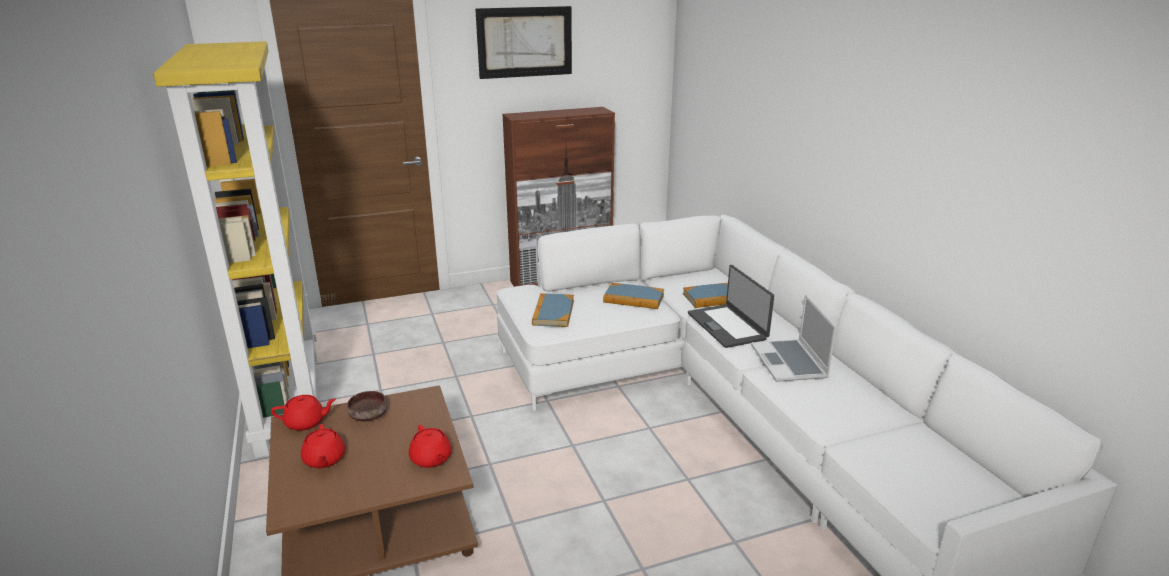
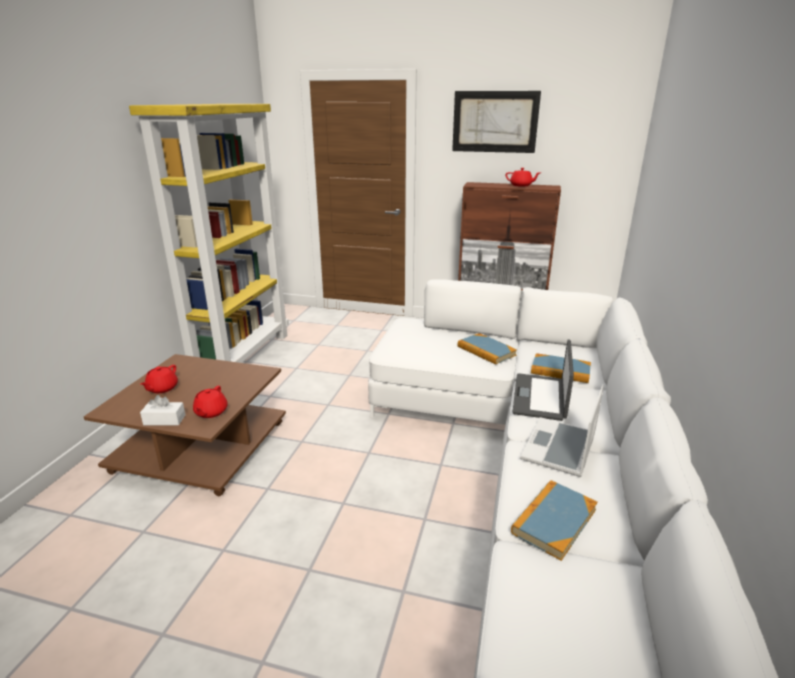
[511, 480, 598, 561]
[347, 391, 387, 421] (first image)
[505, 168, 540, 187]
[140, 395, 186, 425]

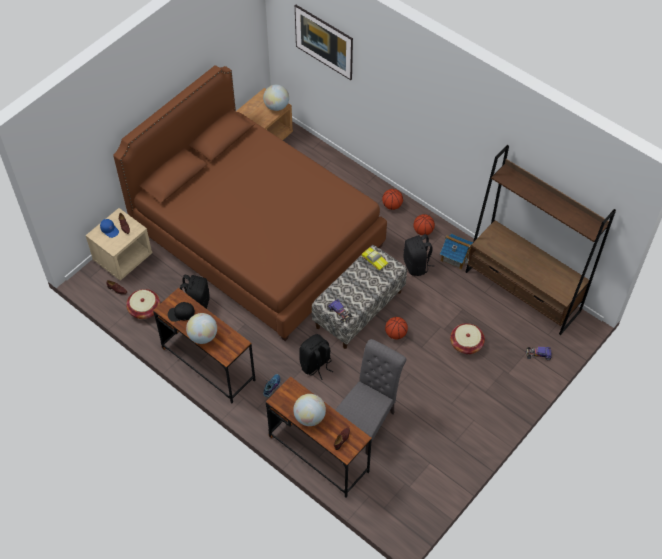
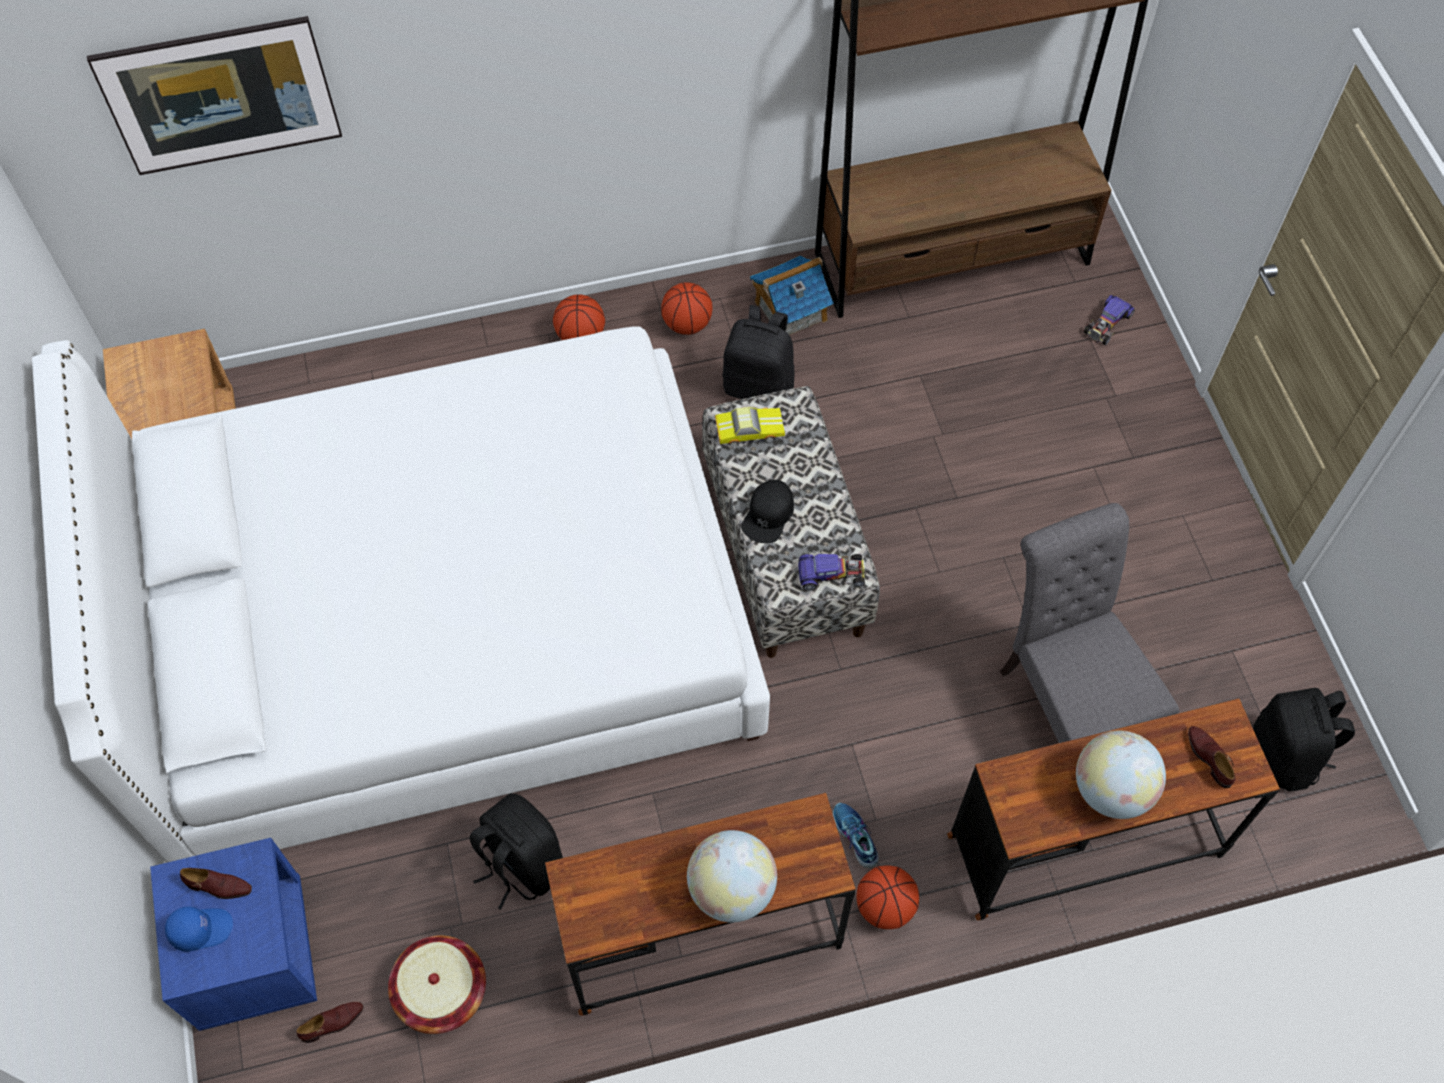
[32, 327, 770, 863]
[263, 85, 289, 111] (first image)
[150, 838, 317, 1031]
[742, 480, 794, 543]
[857, 866, 919, 929]
[450, 323, 485, 354] (first image)
[1253, 688, 1355, 791]

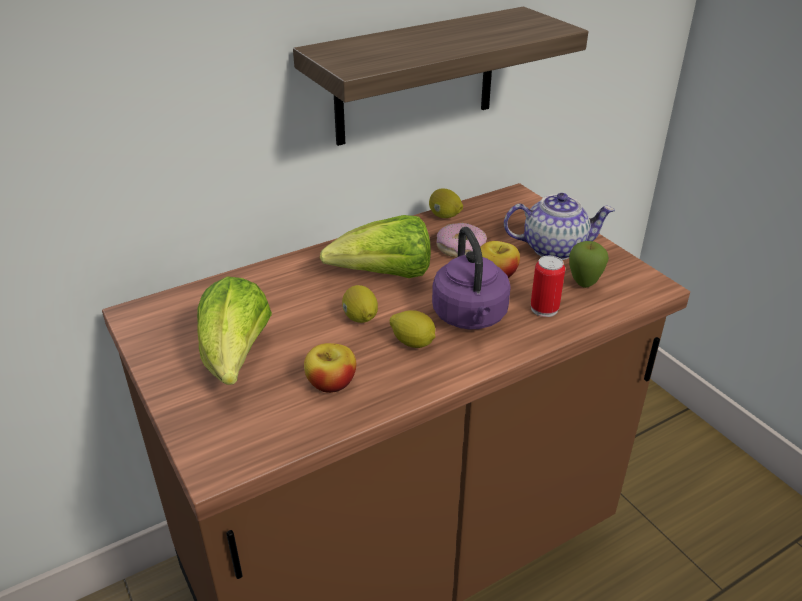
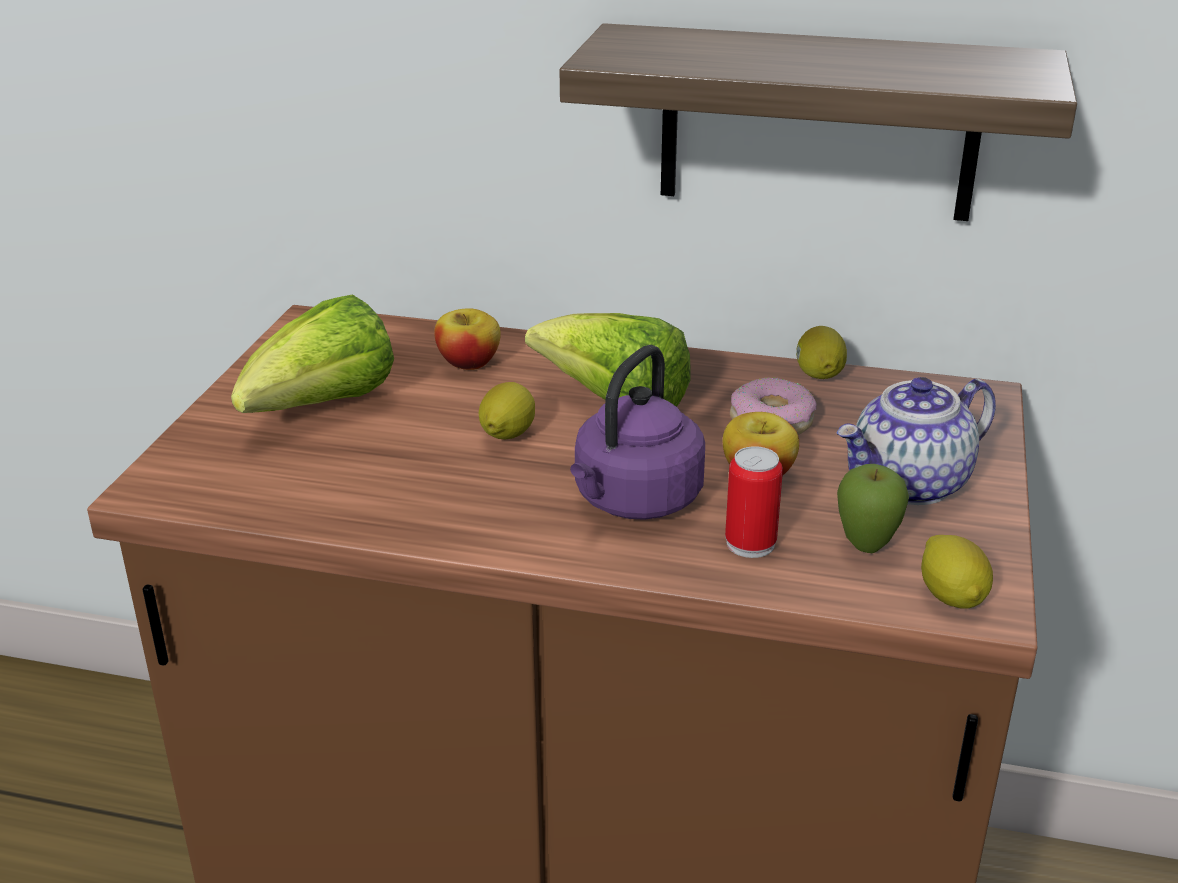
[837, 377, 996, 505]
[921, 535, 993, 609]
[434, 308, 501, 370]

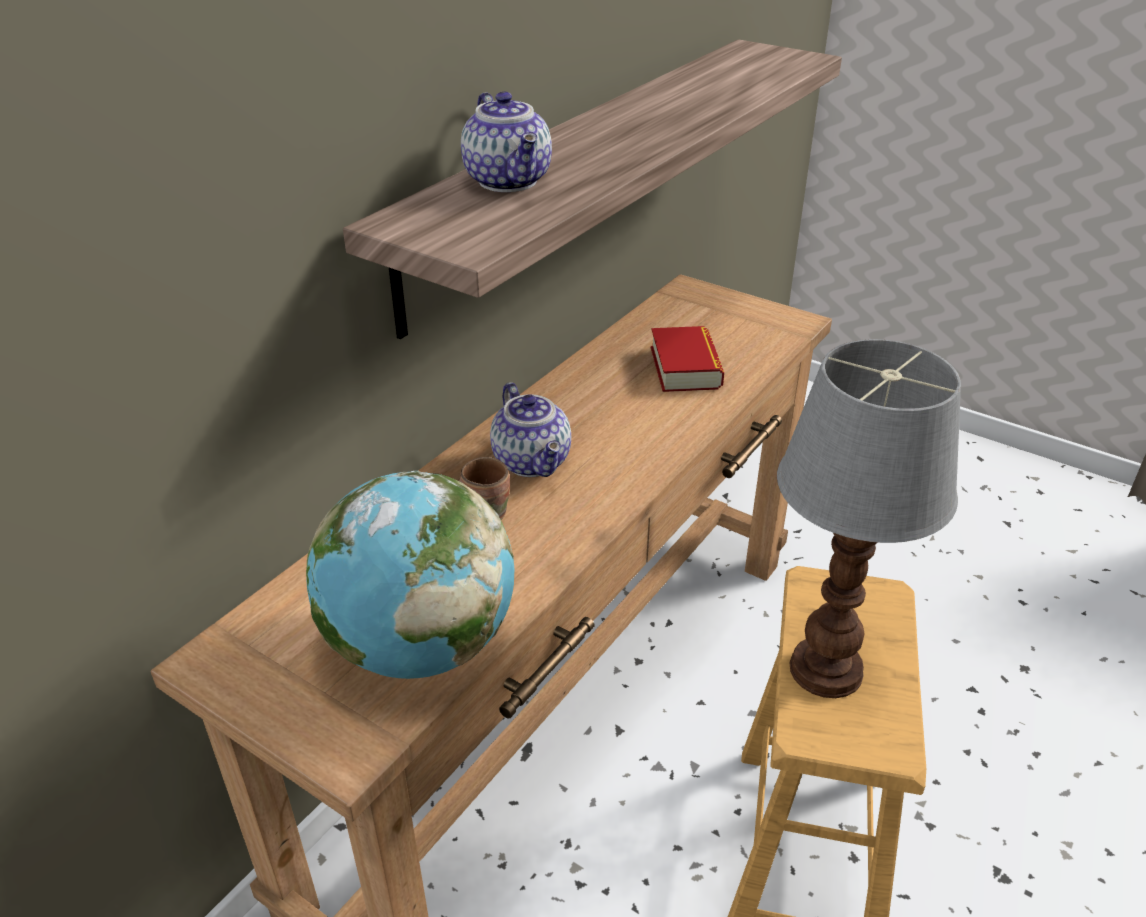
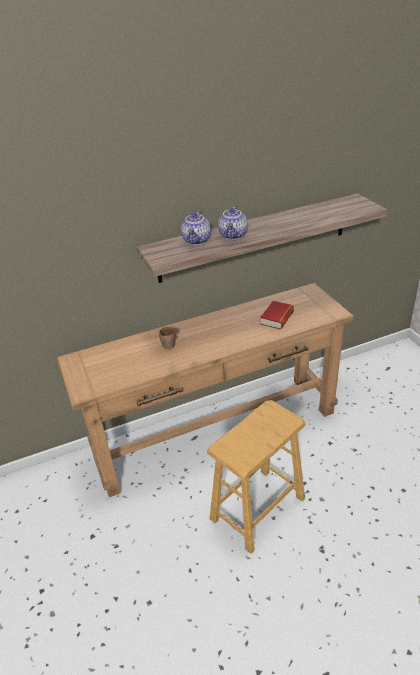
[777, 339, 961, 698] (first image)
[218, 205, 248, 240]
[306, 471, 515, 679] (first image)

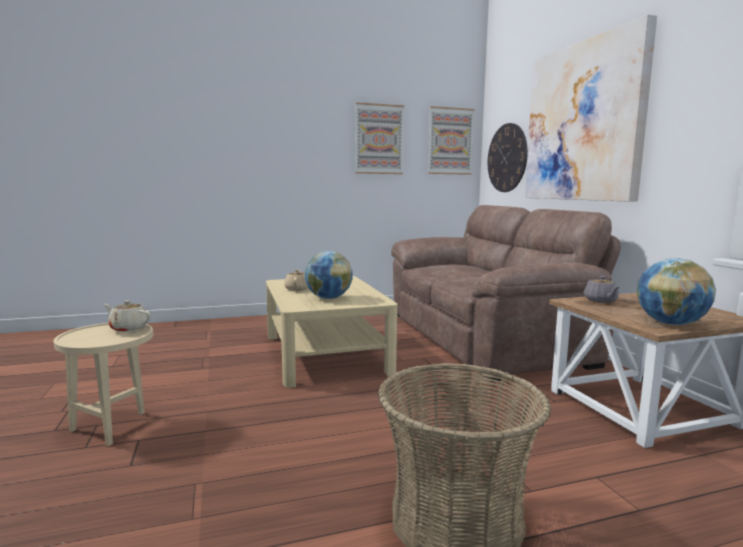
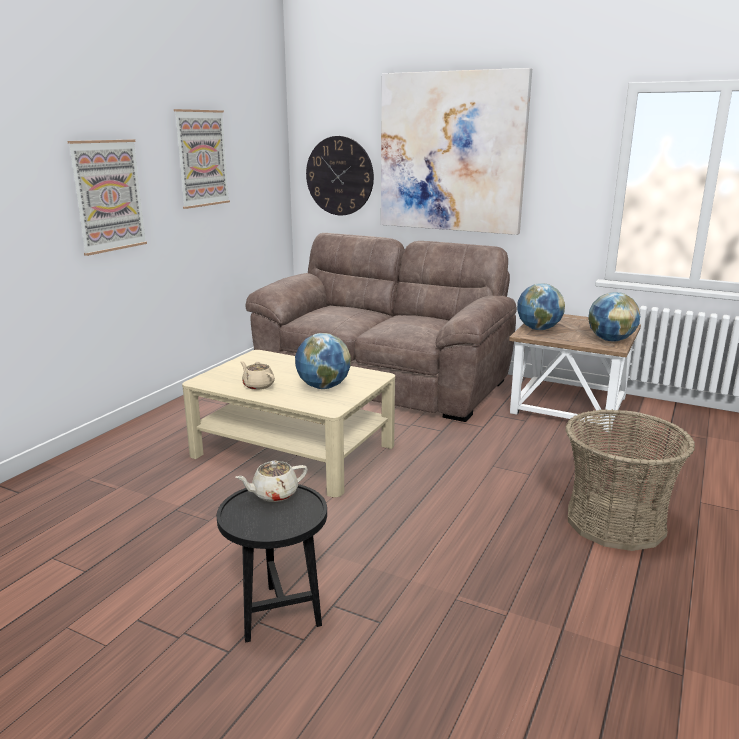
[67, 140, 147, 256]
[517, 283, 565, 330]
[217, 484, 327, 643]

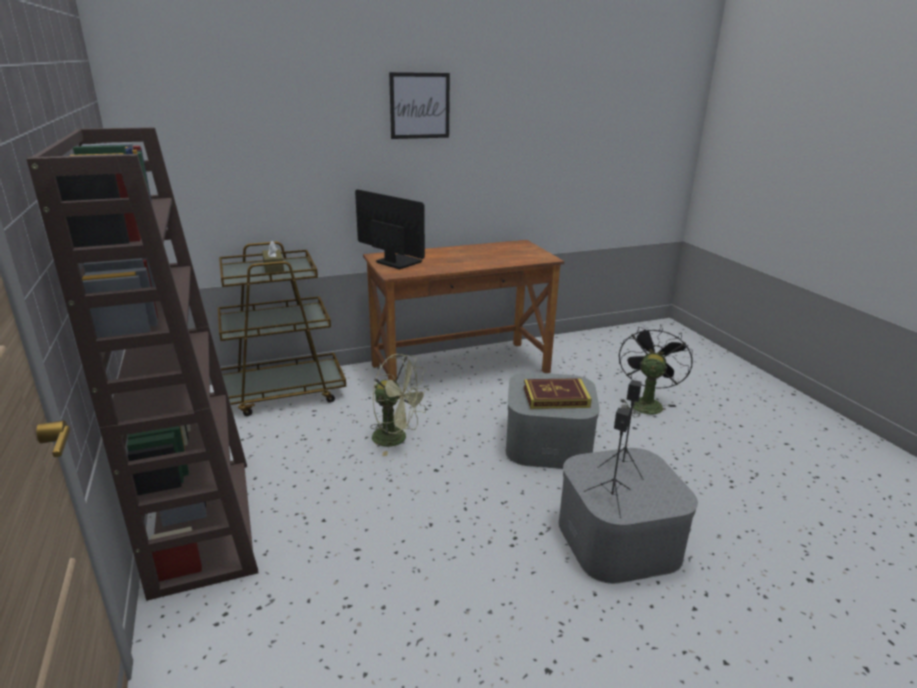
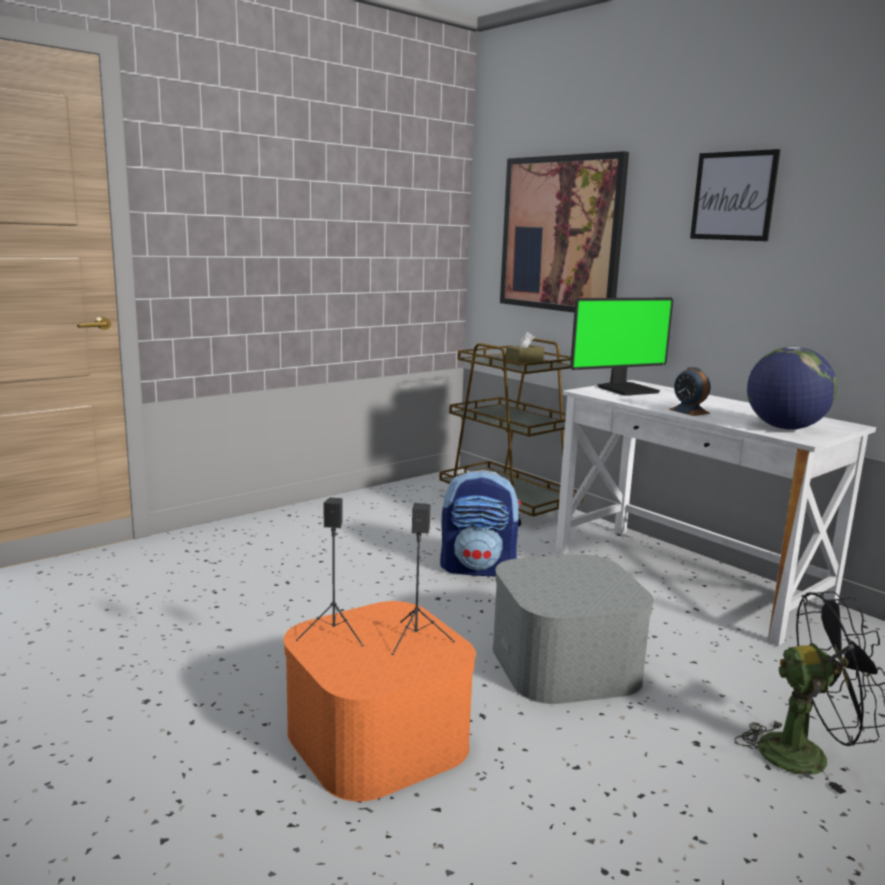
[26, 127, 258, 601] (first image)
[570, 298, 673, 396]
[556, 380, 876, 646]
[440, 470, 521, 577]
[524, 378, 592, 409] (first image)
[283, 601, 476, 802]
[500, 151, 629, 313]
[747, 347, 837, 430]
[669, 367, 711, 416]

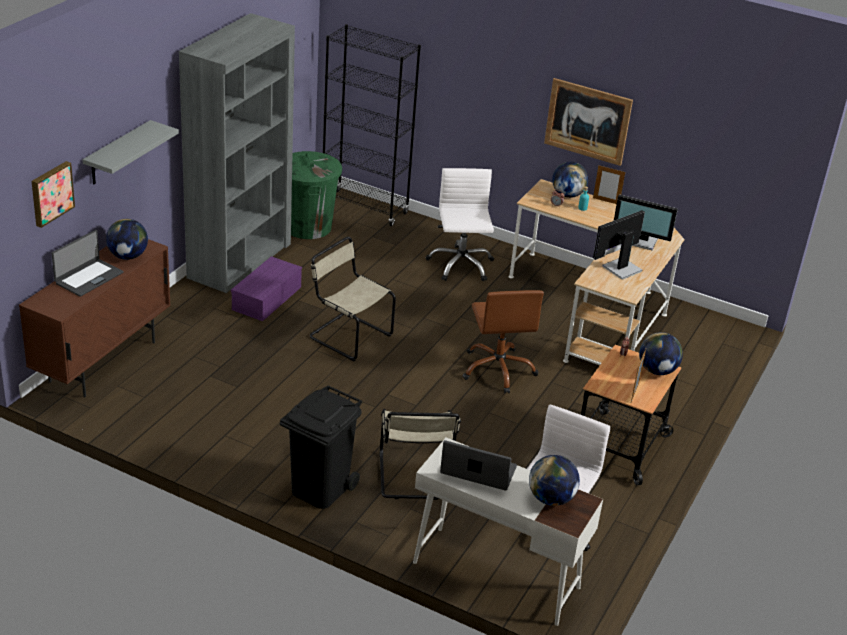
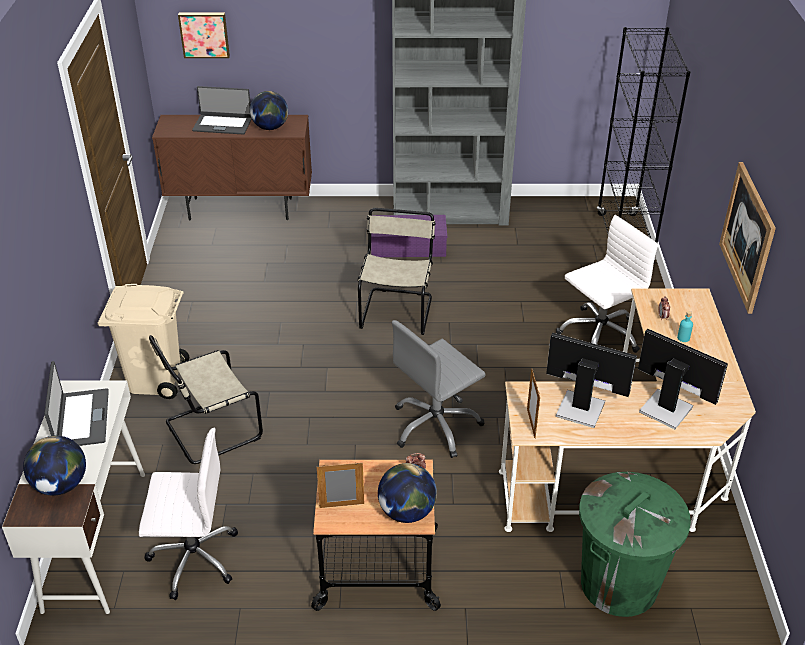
[82, 120, 179, 184] (first image)
[579, 472, 691, 617]
[552, 162, 588, 198] (first image)
[527, 368, 540, 438]
[638, 329, 728, 429]
[392, 320, 486, 458]
[98, 284, 189, 399]

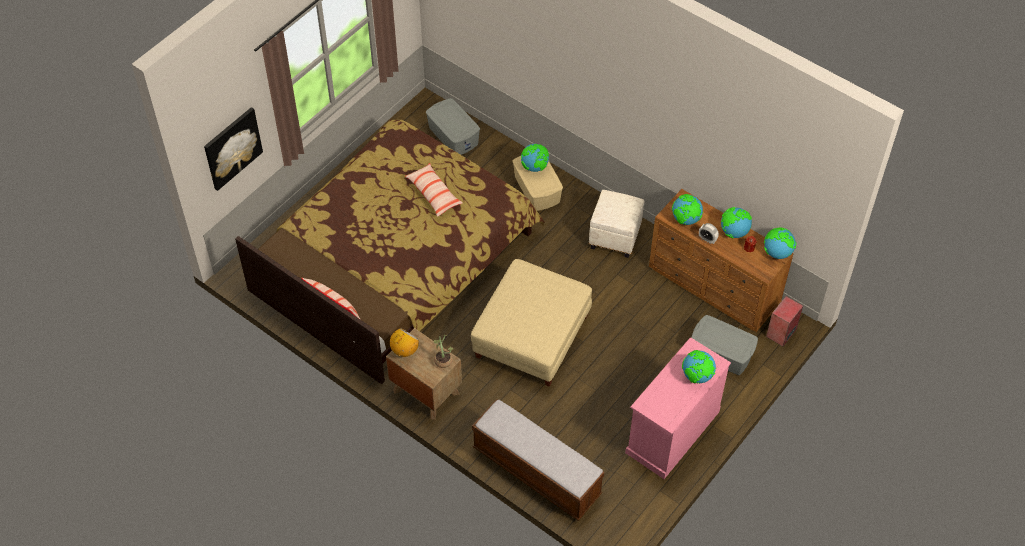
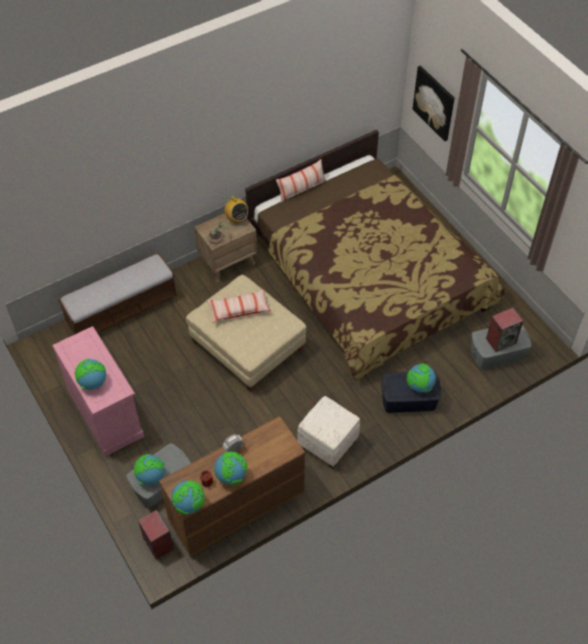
[381, 372, 441, 413]
[207, 290, 271, 323]
[134, 454, 165, 486]
[486, 308, 523, 352]

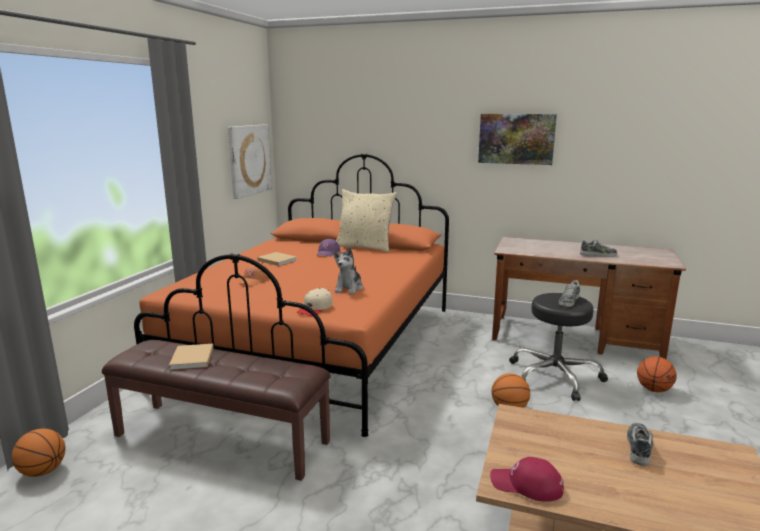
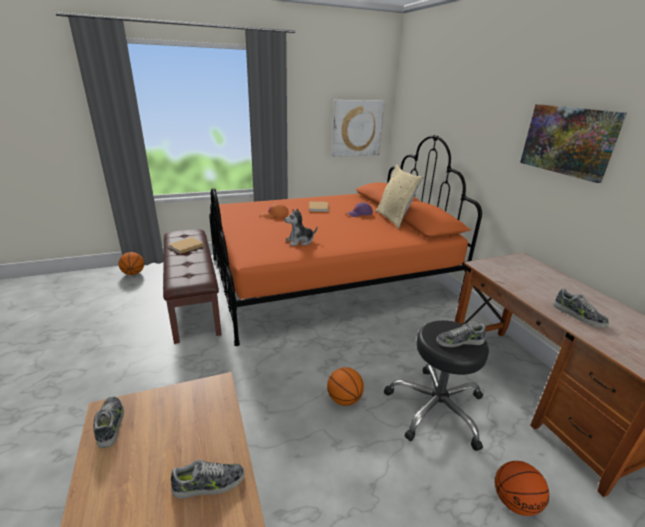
[297, 288, 333, 316] (first image)
[93, 397, 124, 448]

